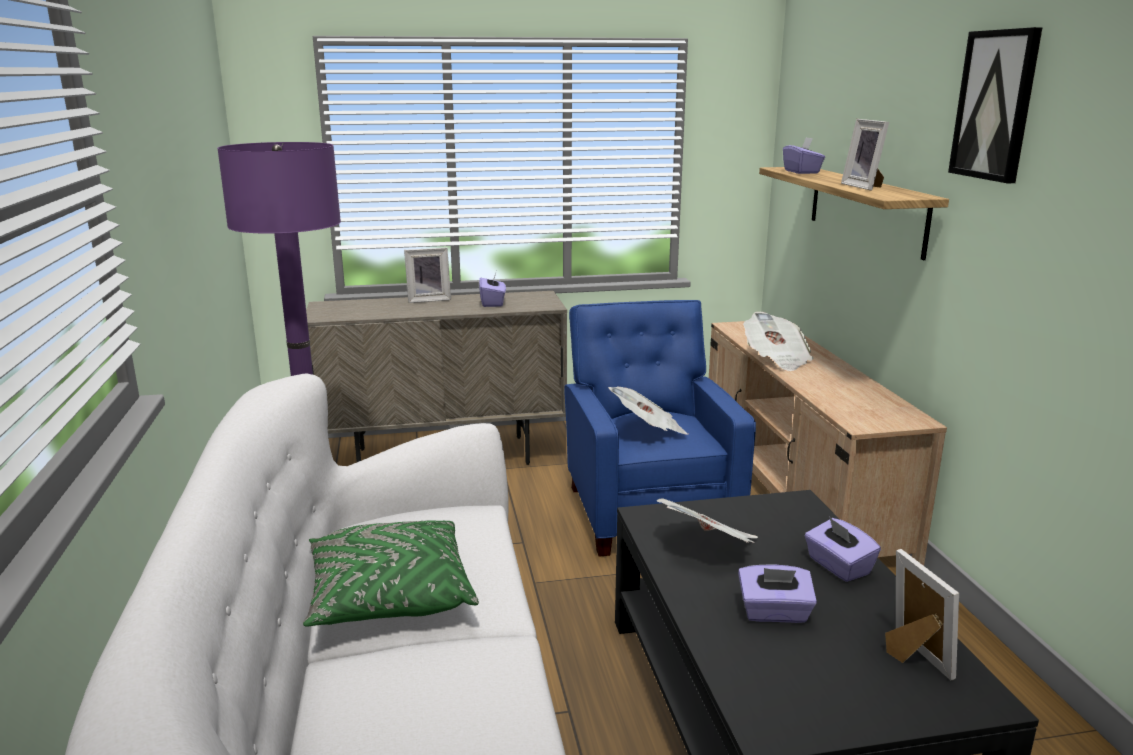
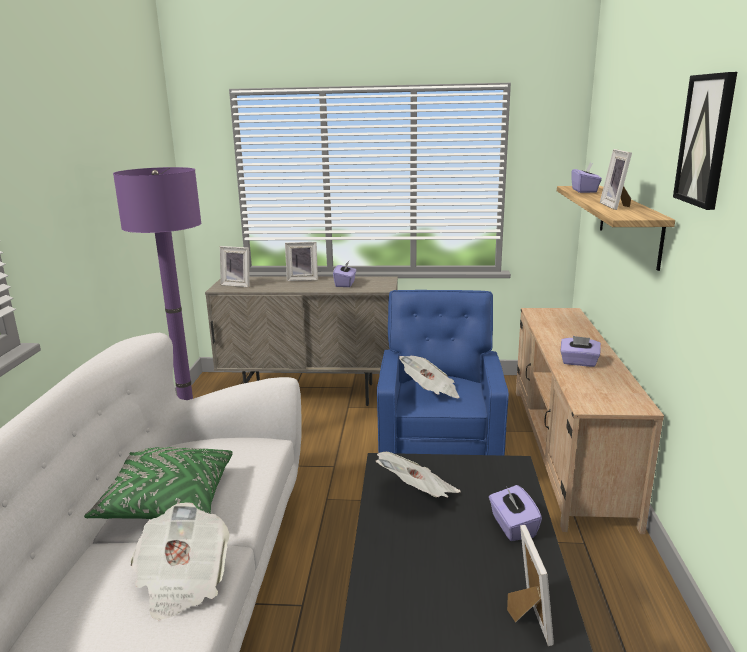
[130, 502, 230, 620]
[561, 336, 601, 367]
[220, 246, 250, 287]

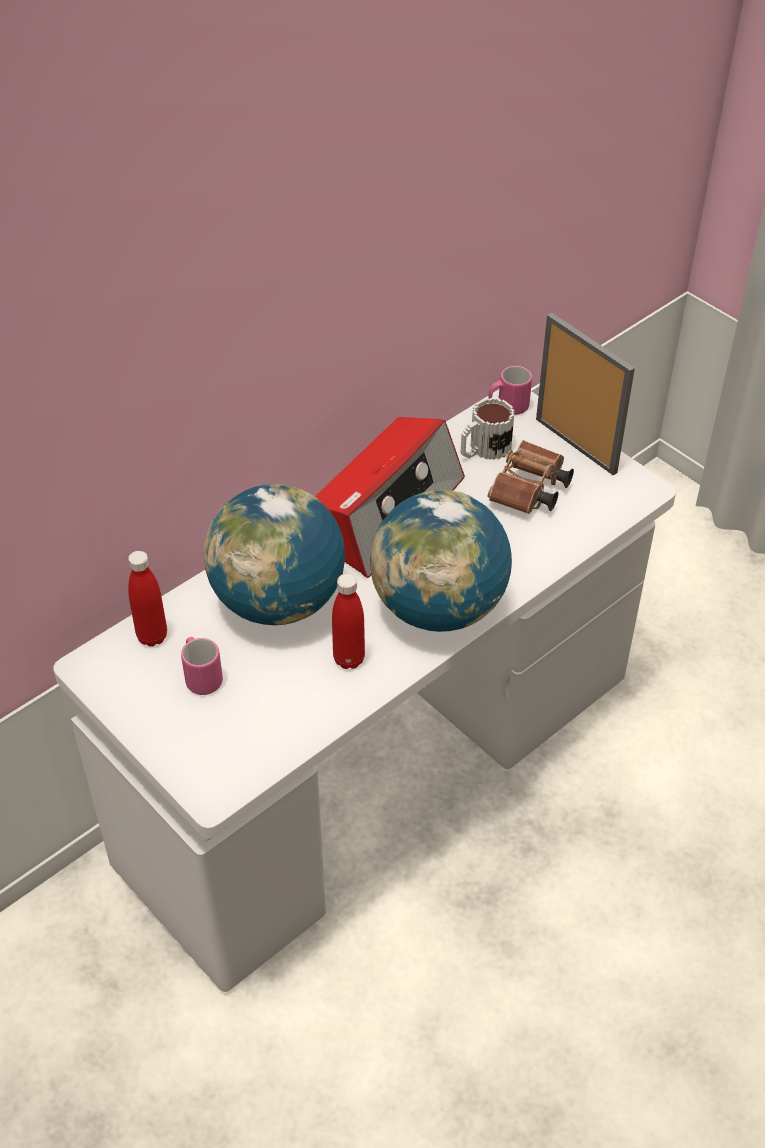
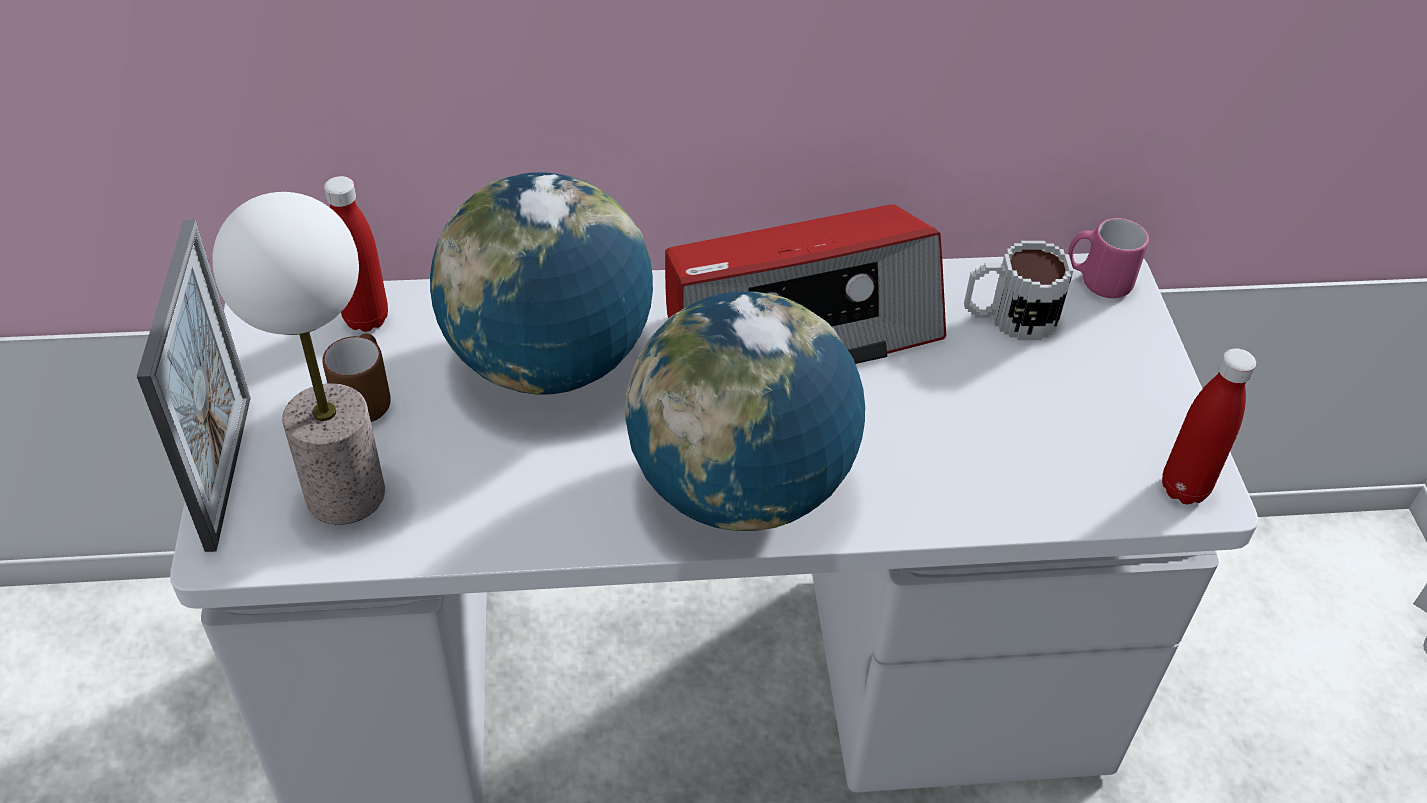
[137, 219, 251, 552]
[488, 440, 574, 514] (first image)
[1162, 348, 1256, 504]
[322, 333, 391, 422]
[213, 192, 385, 525]

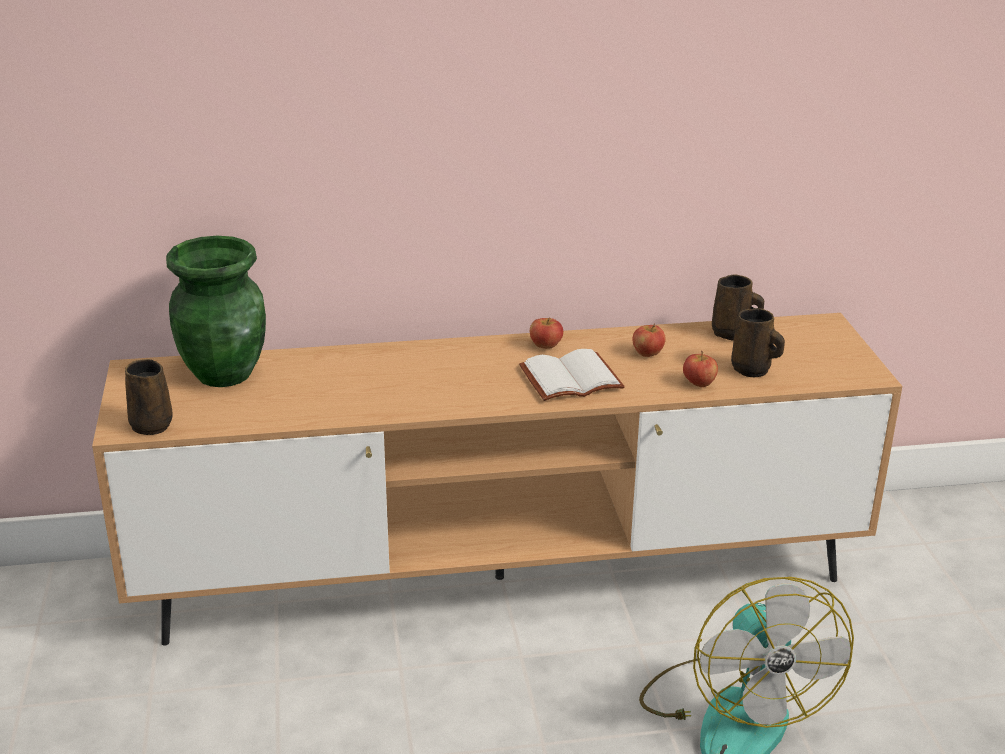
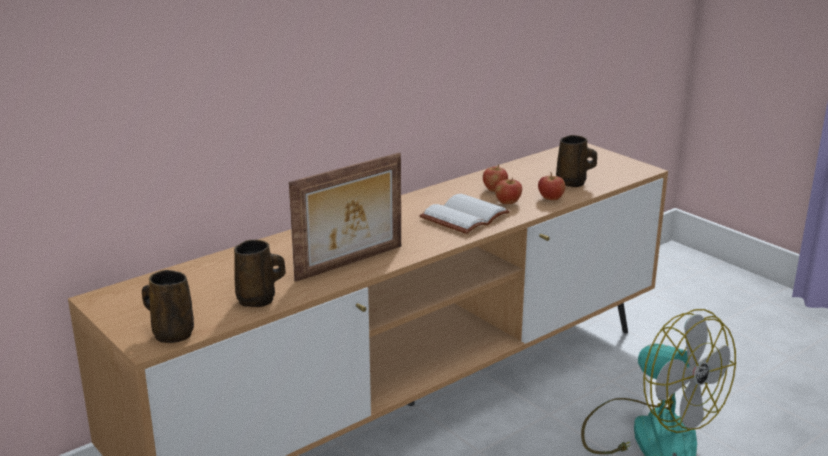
[166, 236, 266, 387] (first image)
[234, 240, 286, 307]
[495, 177, 522, 204]
[289, 153, 401, 282]

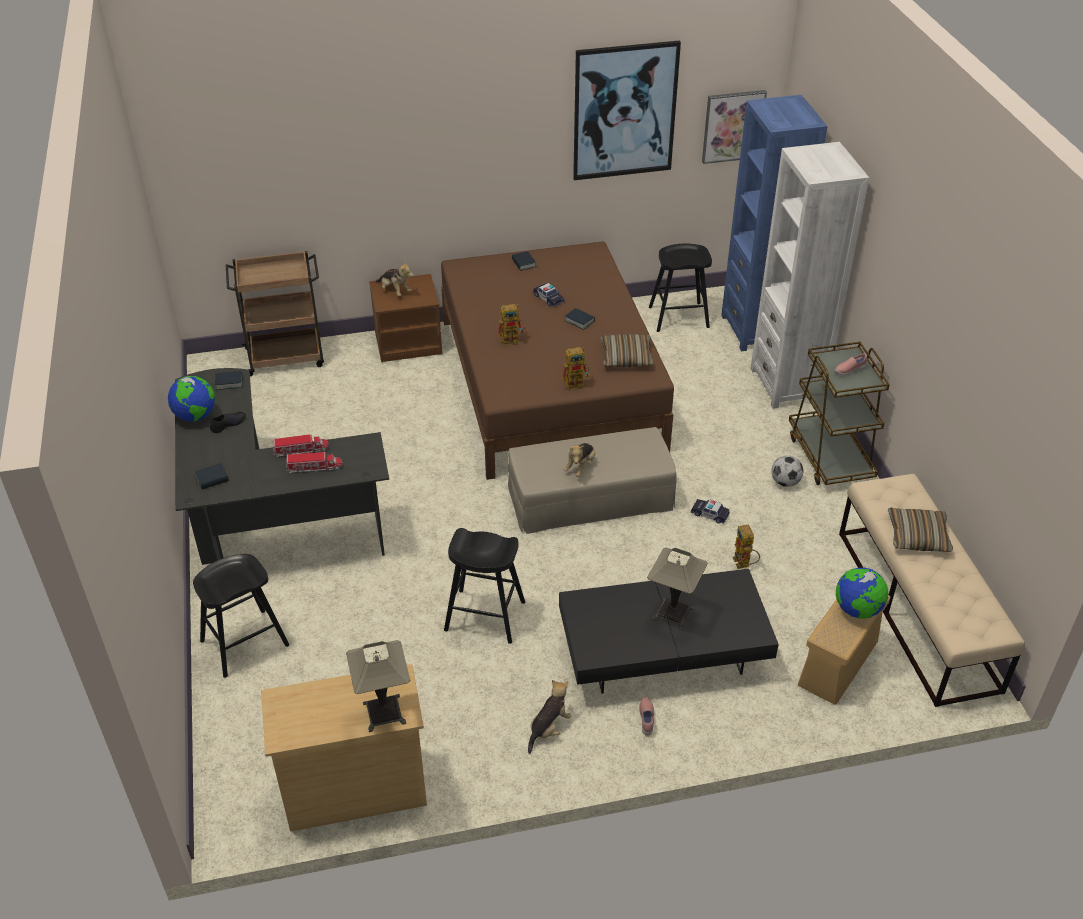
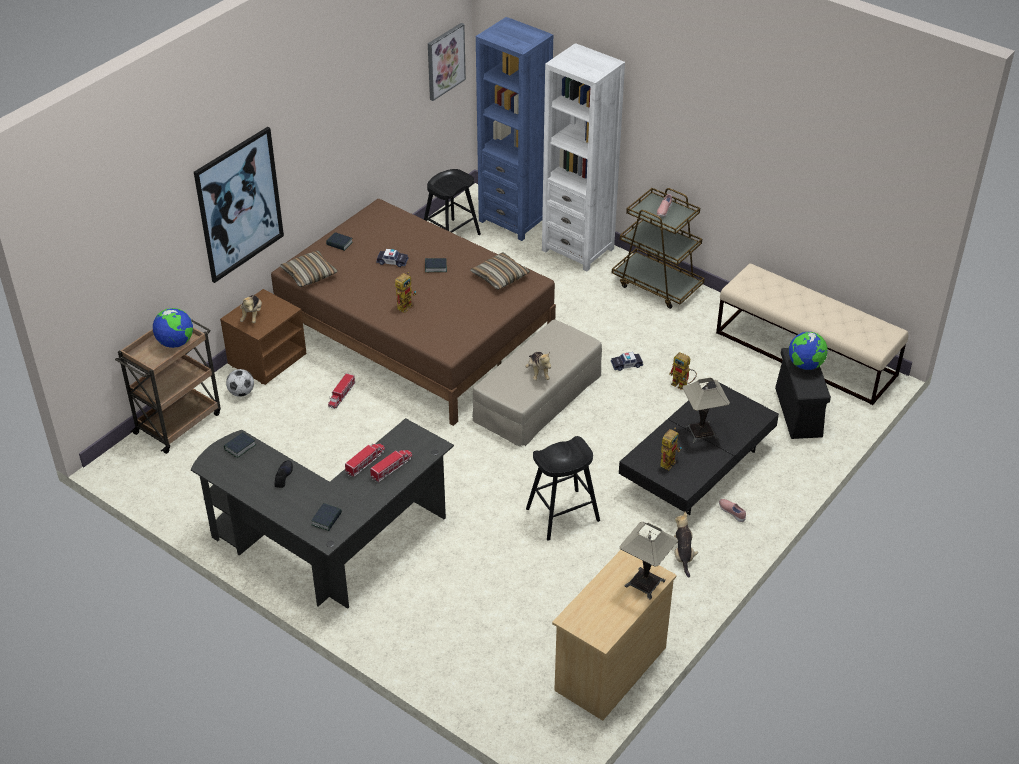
[194, 127, 284, 283]
[240, 295, 262, 323]
[660, 428, 682, 470]
[153, 308, 193, 348]
[226, 369, 254, 397]
[280, 250, 338, 287]
[193, 554, 289, 678] (first image)
[775, 348, 831, 439]
[328, 373, 355, 409]

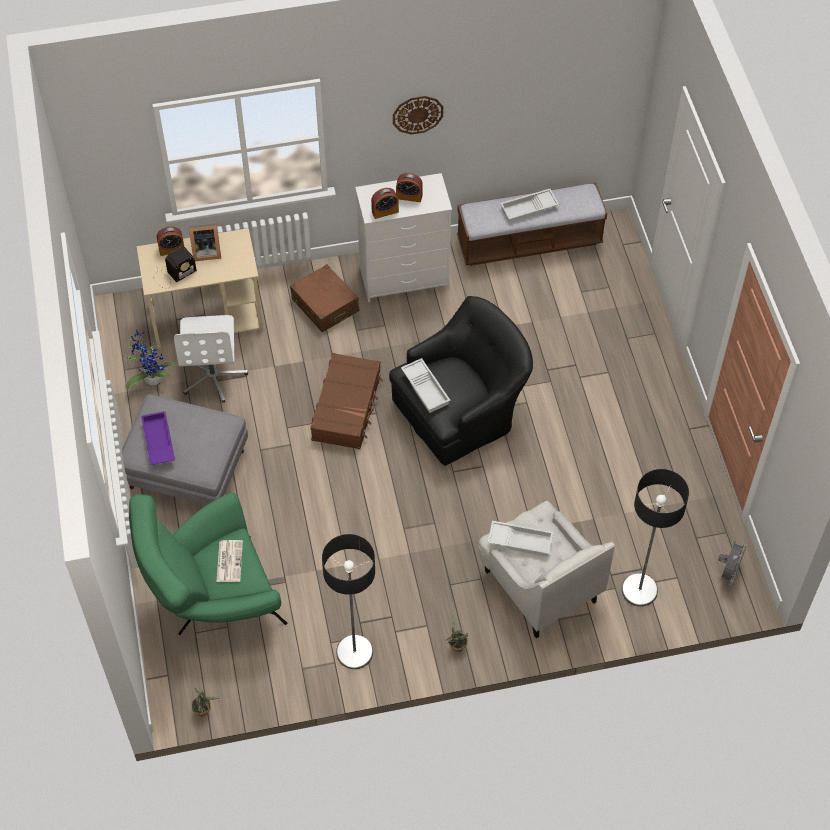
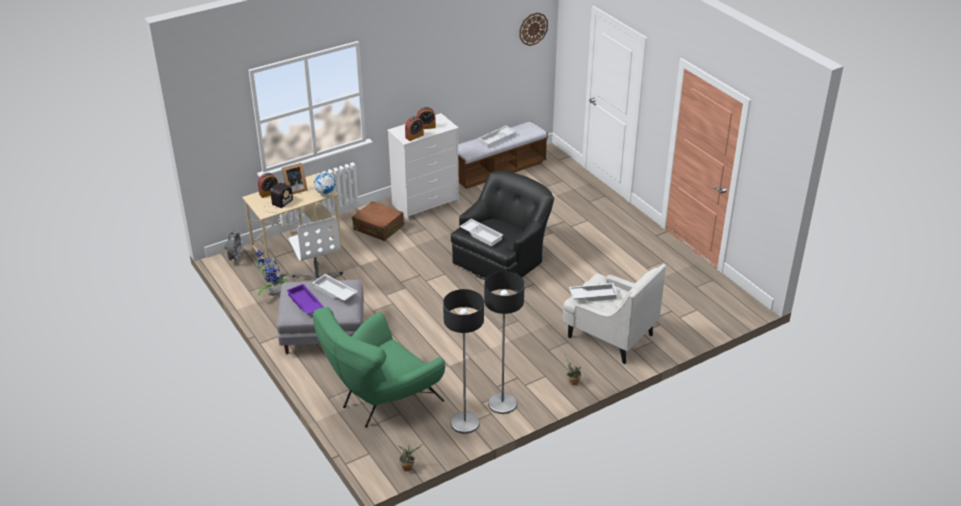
[519, 13, 548, 46]
[310, 353, 383, 449] (first image)
[443, 289, 484, 434]
[216, 540, 243, 582] (first image)
[224, 232, 243, 263]
[313, 172, 337, 195]
[312, 274, 358, 301]

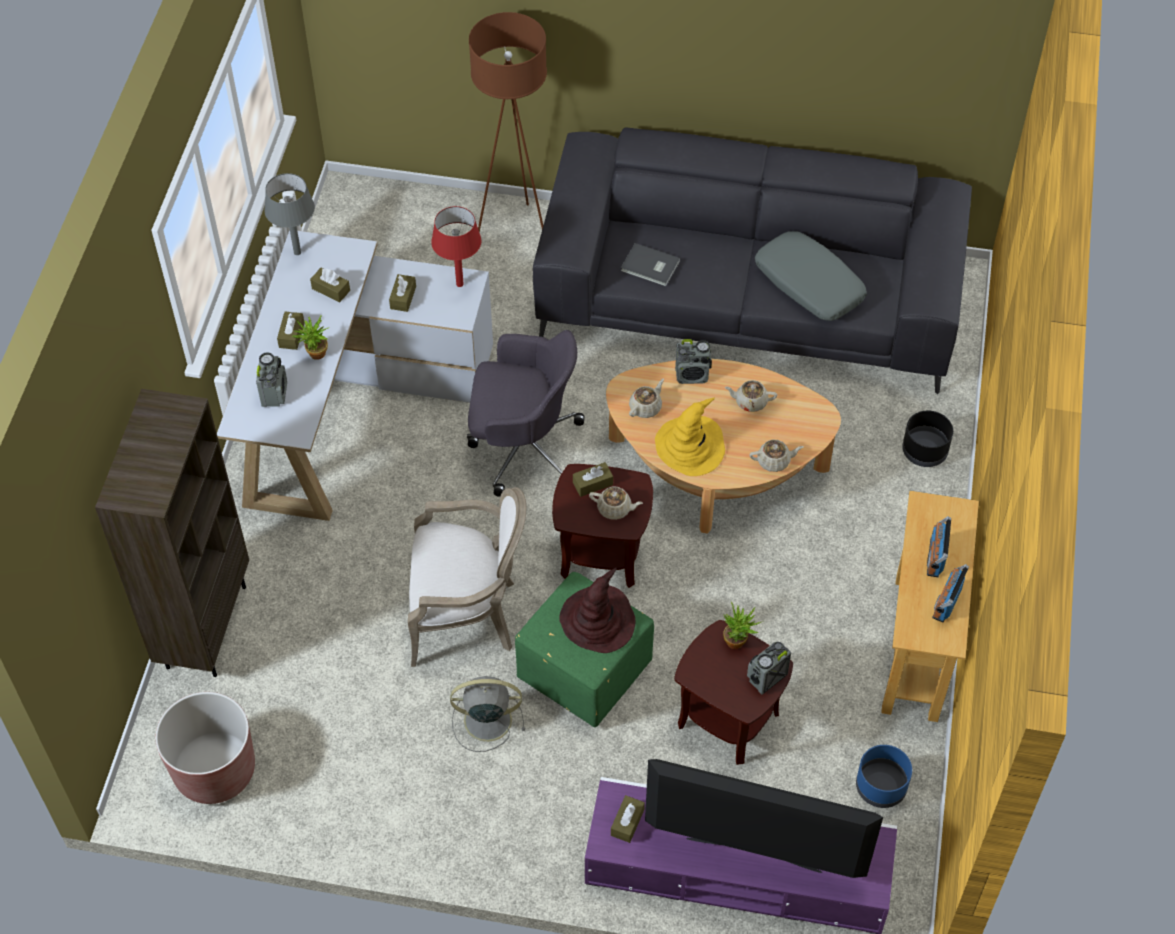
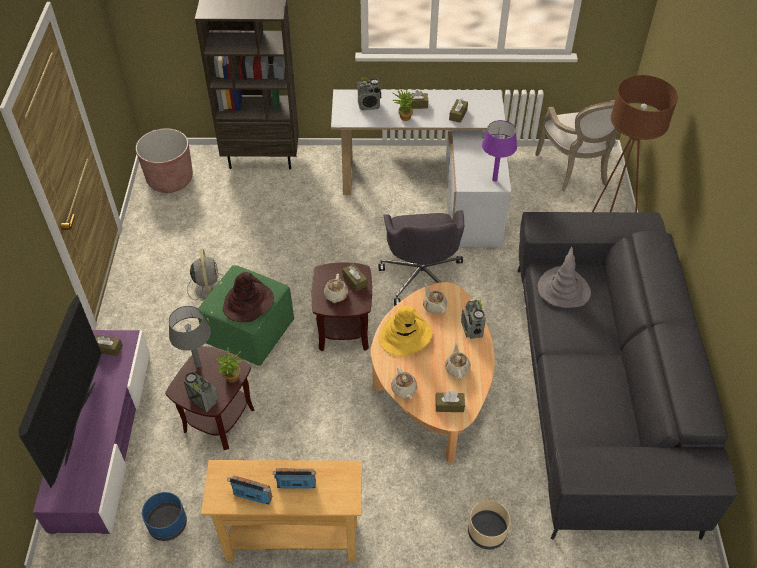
[169, 306, 211, 367]
[482, 120, 517, 182]
[755, 231, 867, 321] (first image)
[538, 247, 591, 308]
[435, 391, 465, 412]
[423, 283, 447, 314]
[468, 500, 510, 549]
[535, 100, 619, 191]

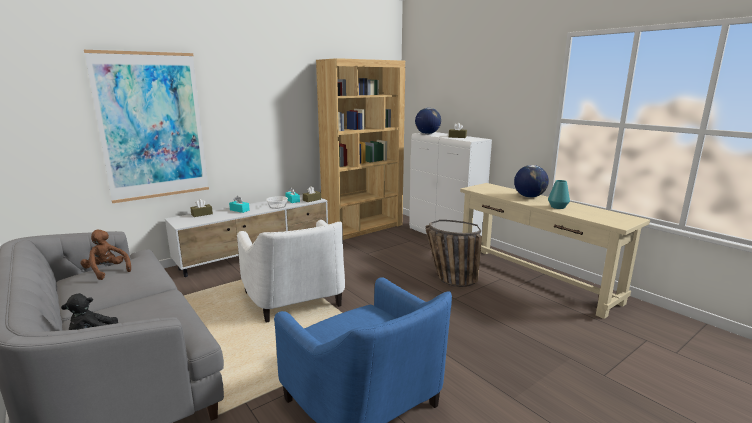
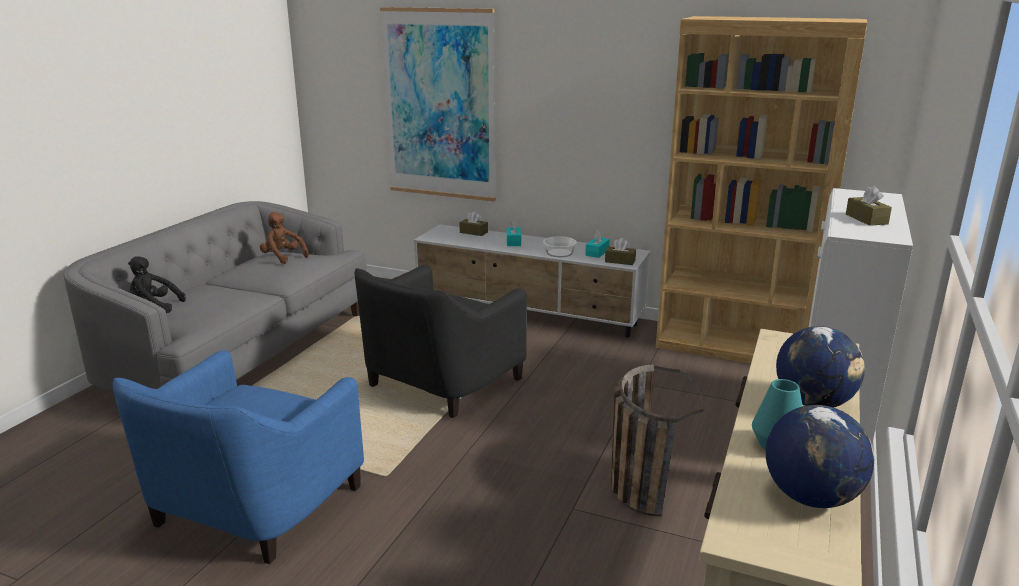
[766, 405, 874, 508]
[355, 265, 527, 418]
[260, 212, 309, 264]

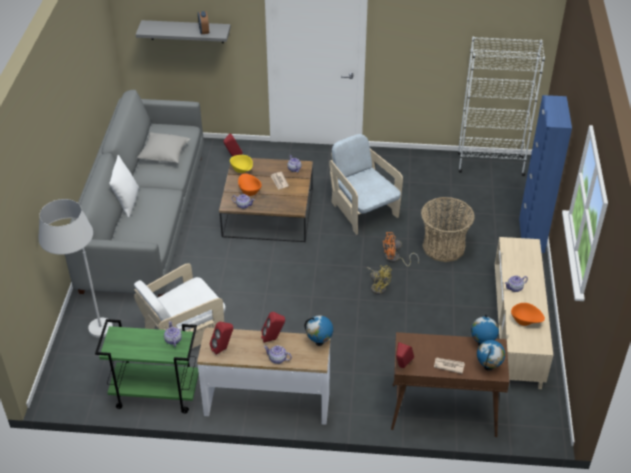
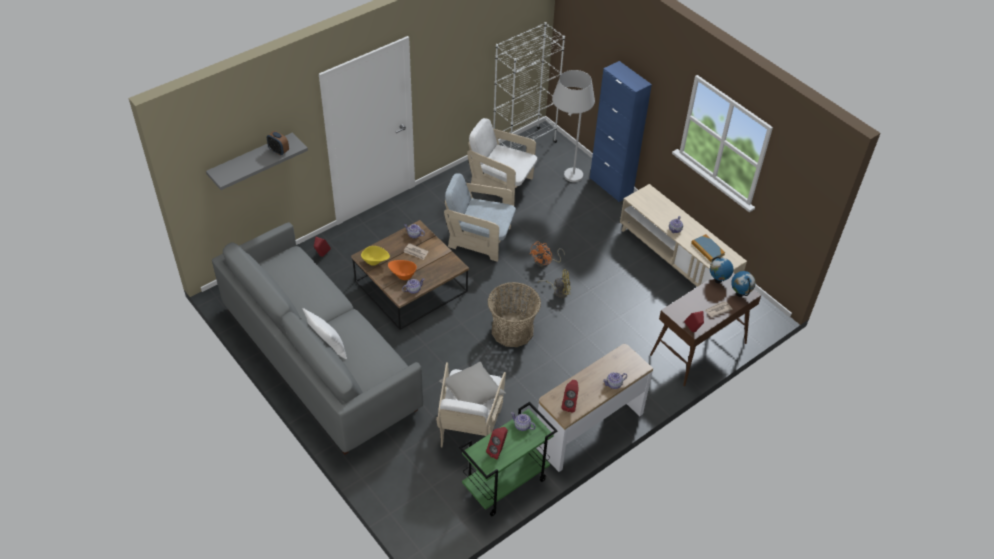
[439, 362, 506, 405]
[488, 282, 541, 347]
[552, 70, 595, 182]
[691, 234, 725, 262]
[486, 427, 508, 460]
[305, 315, 333, 346] (first image)
[467, 118, 537, 206]

